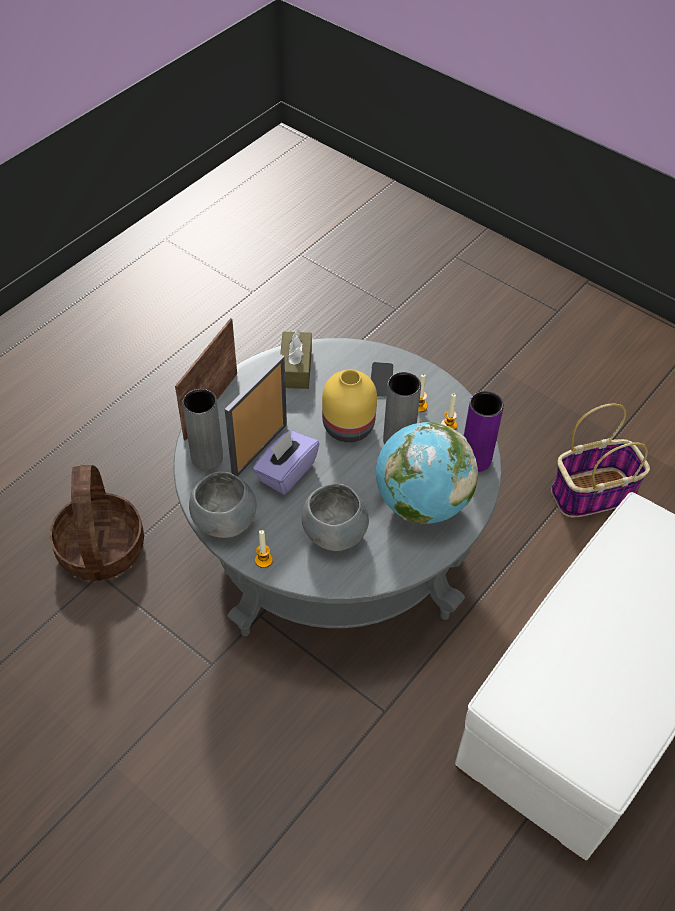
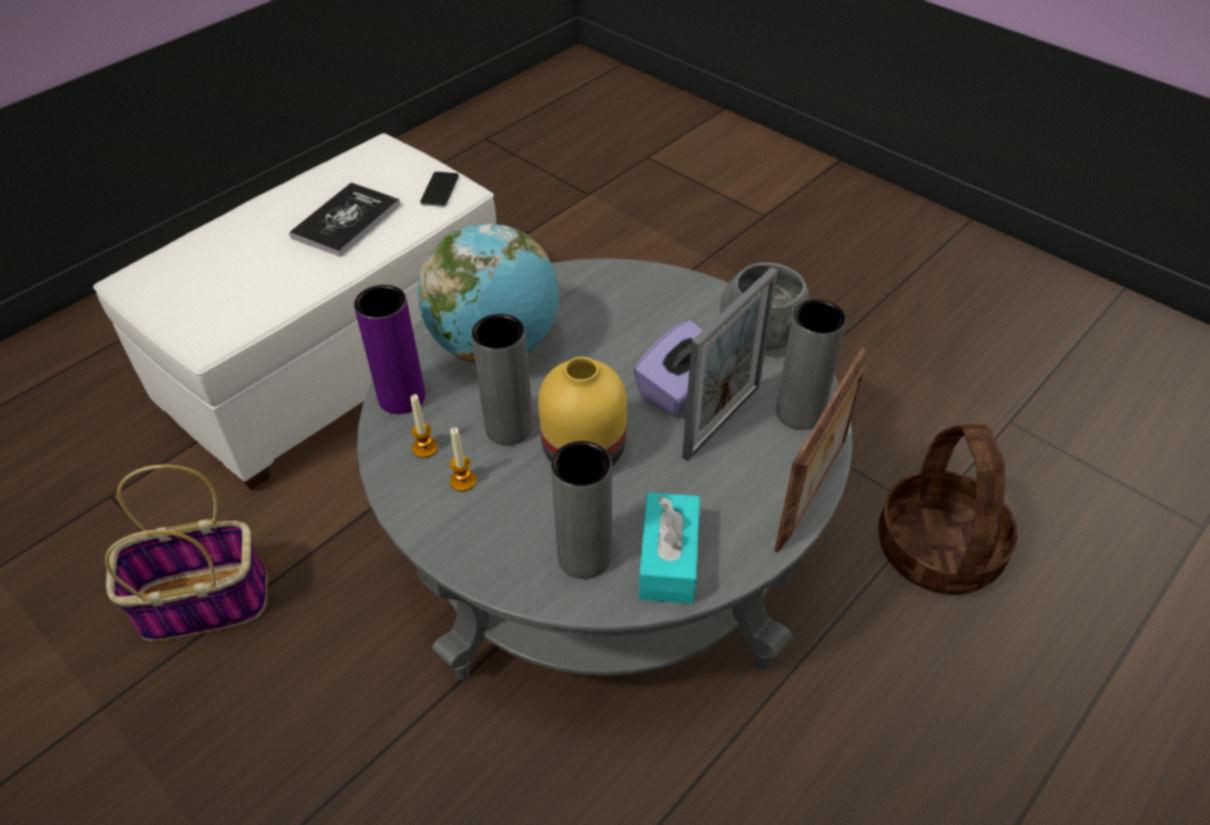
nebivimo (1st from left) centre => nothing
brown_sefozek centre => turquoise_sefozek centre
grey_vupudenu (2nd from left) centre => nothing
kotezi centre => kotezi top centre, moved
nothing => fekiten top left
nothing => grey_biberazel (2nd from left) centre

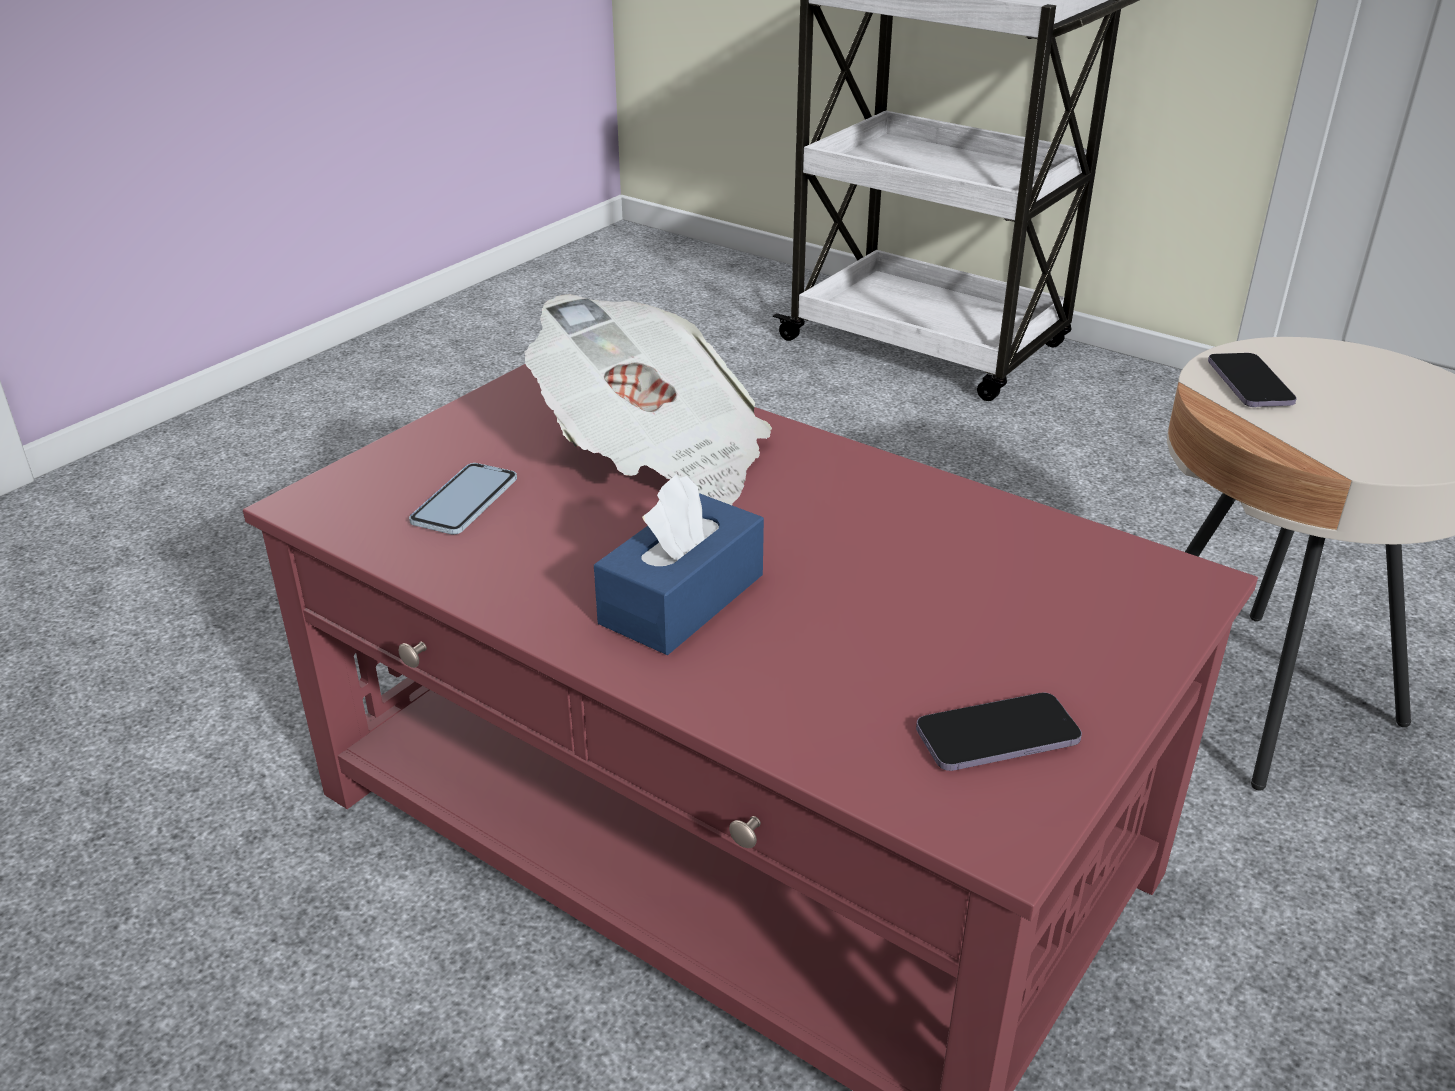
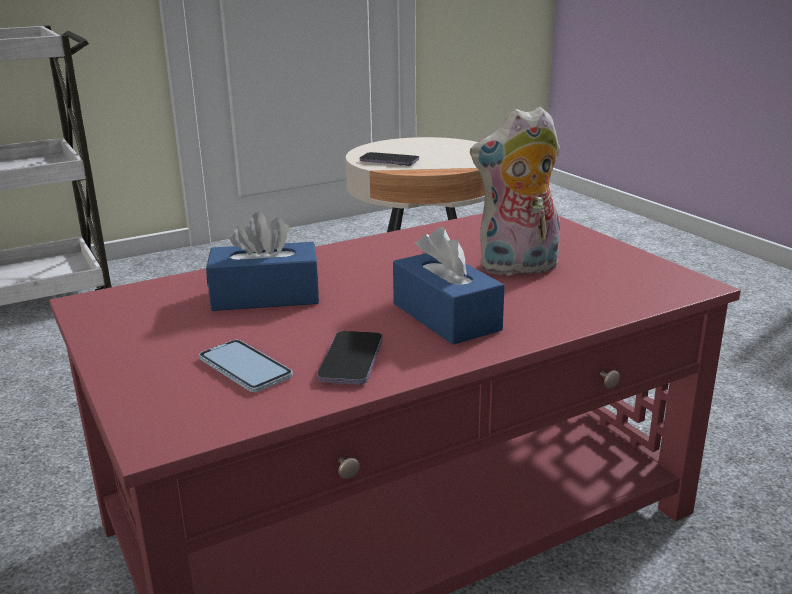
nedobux centre => blue_sefozek (1st from left) middle left
kotezi (2nd from left) bottom right => kotezi (2nd from left) centre, moved
nothing => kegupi top centre

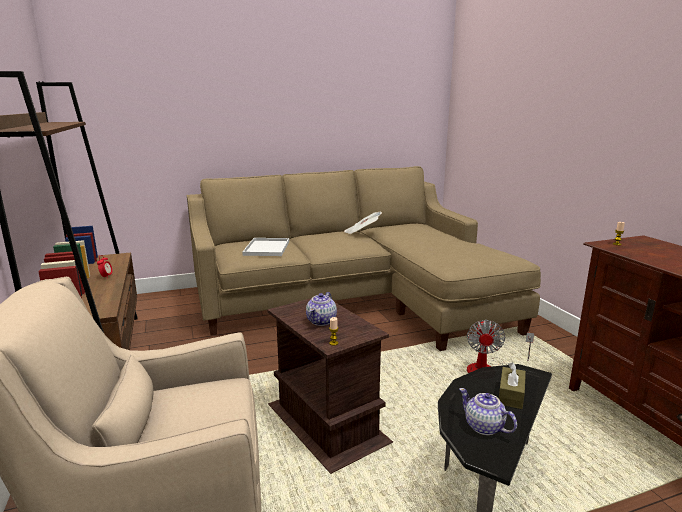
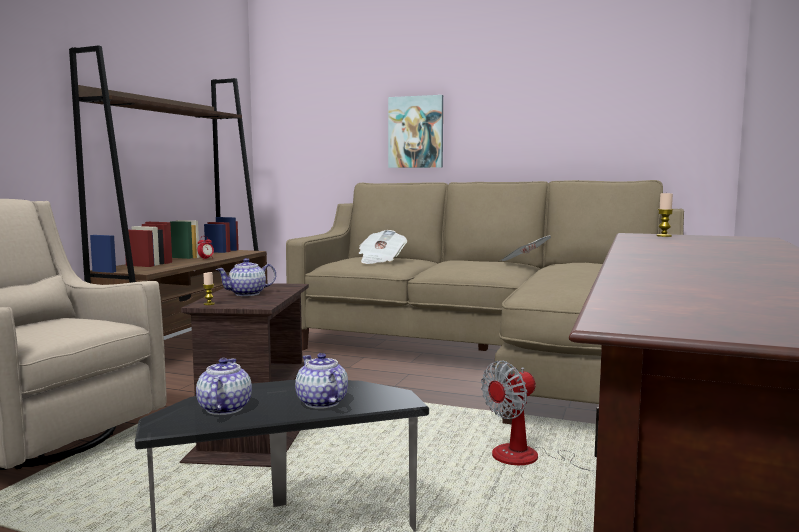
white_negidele centre => nedobux (1st from left) centre
brown_sefozek bottom right => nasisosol (3rd from left) bottom centre
nothing => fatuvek top centre

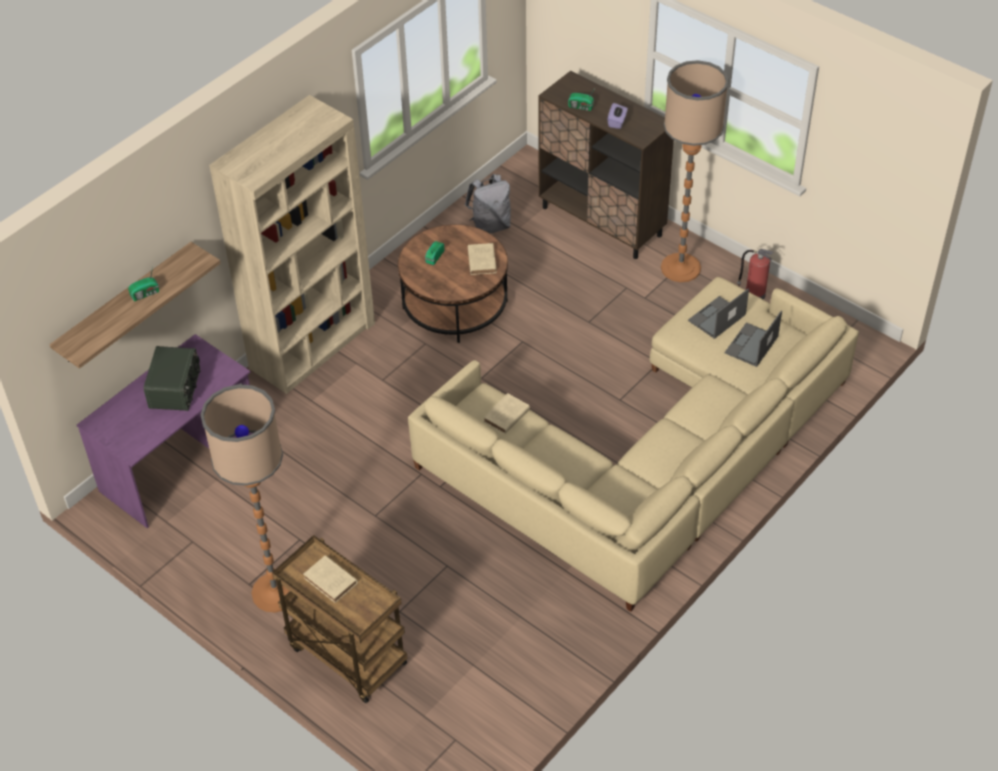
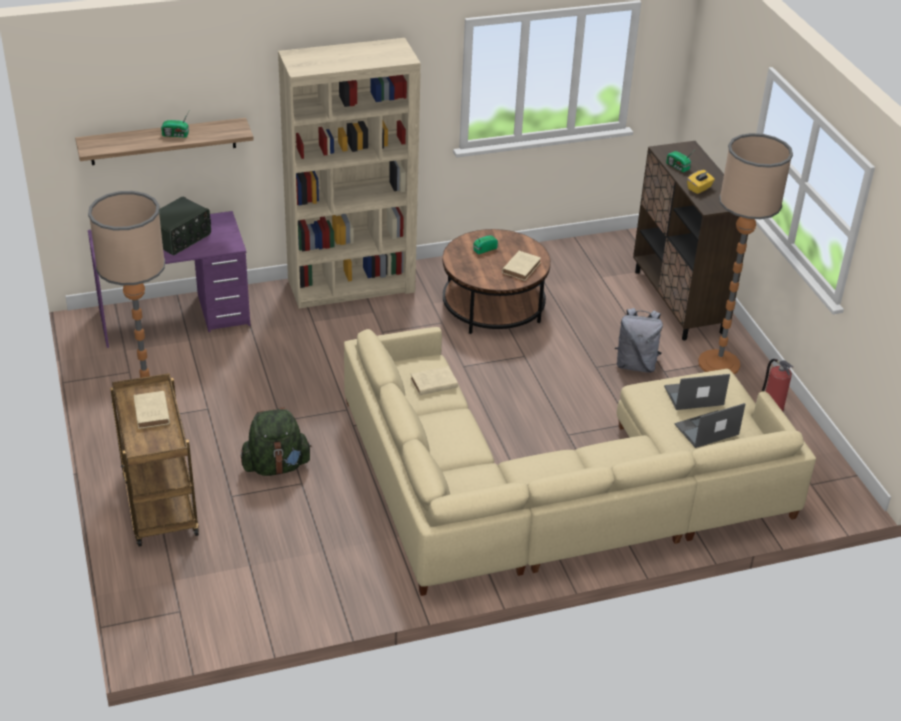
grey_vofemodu top centre => grey_vofemodu middle right, moved
purple_sefozek top centre => yellow_sefozek top right
nothing => green_vofemodu middle left

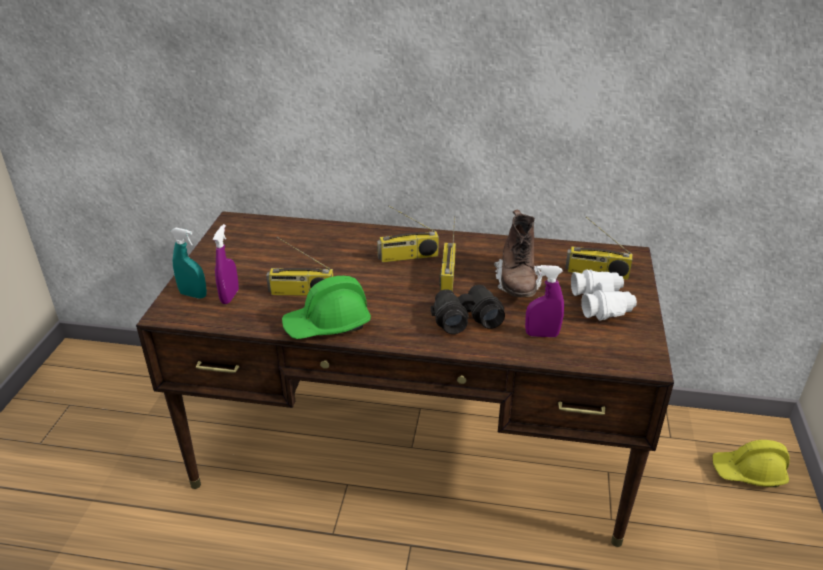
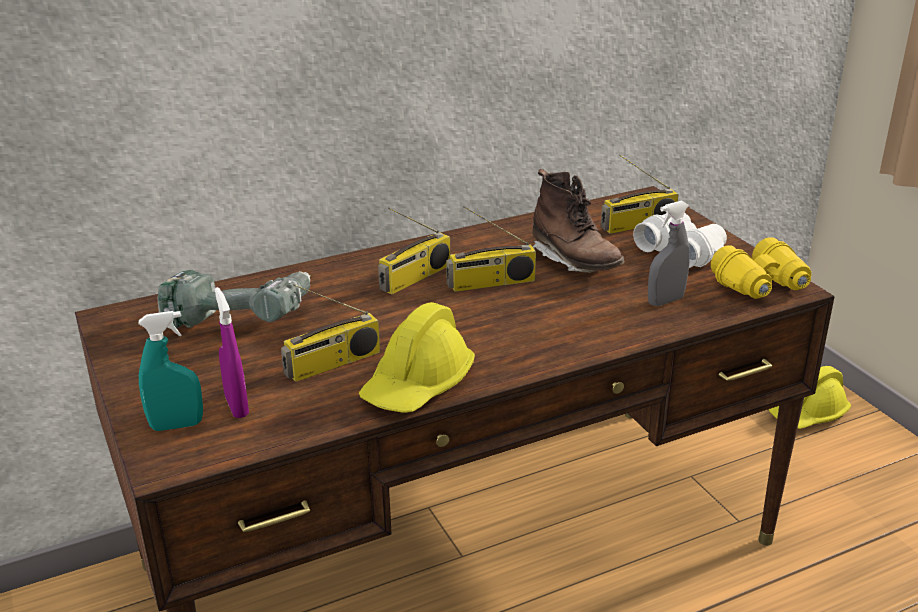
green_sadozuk centre => yellow_sadozuk (1st from left) centre
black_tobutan centre => nothing
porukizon (3rd from left) centre, 75 degrees counterclockwise
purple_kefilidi (2nd from left) centre => grey_kefilidi middle right
nothing => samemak middle left
nothing => yellow_tobutan middle right

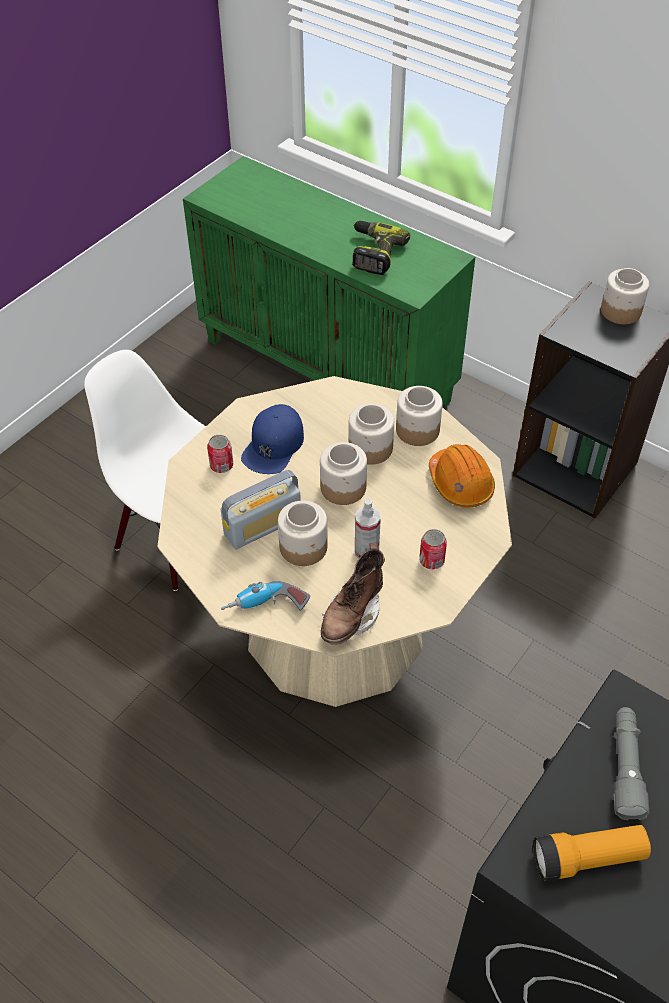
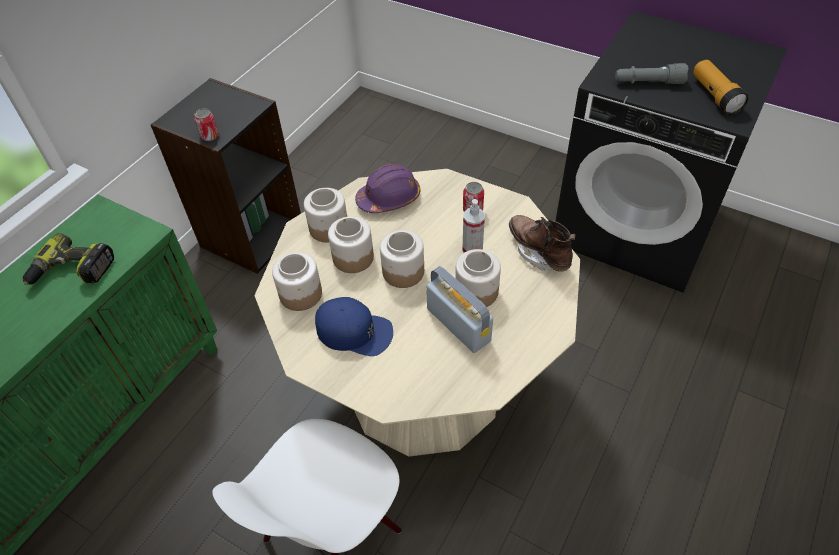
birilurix (1st from left) middle left => birilurix (1st from left) top left, moved
samemak (1st from left) centre => nothing
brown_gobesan centre, 150 degrees counterclockwise
orange_sadozuk middle right => purple_sadozuk centre
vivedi (5th from left in the first image) top right => vivedi (1st from left) centre, moved

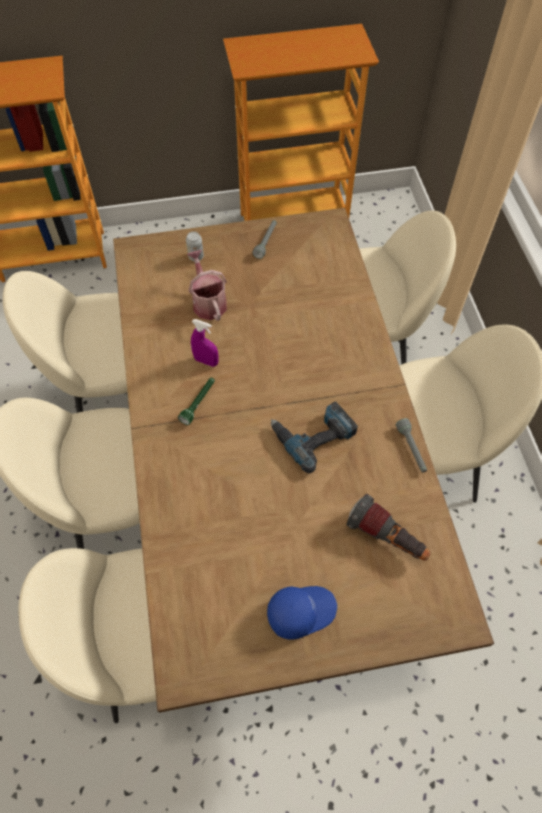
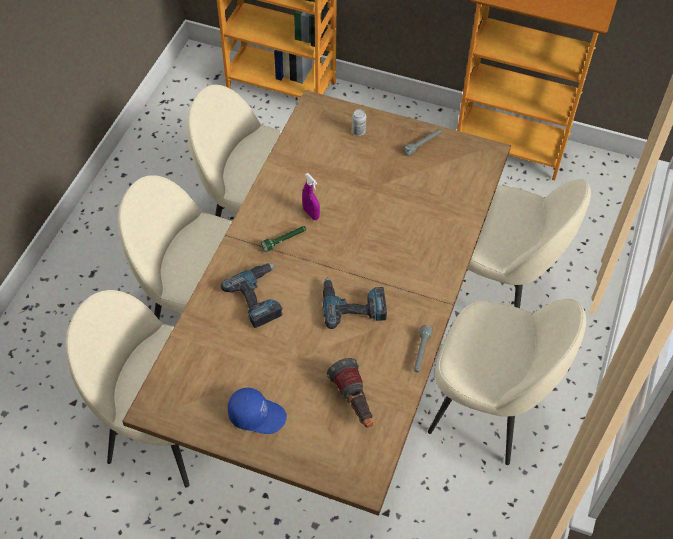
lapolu centre => nothing
nothing => samemak (1st from left) centre

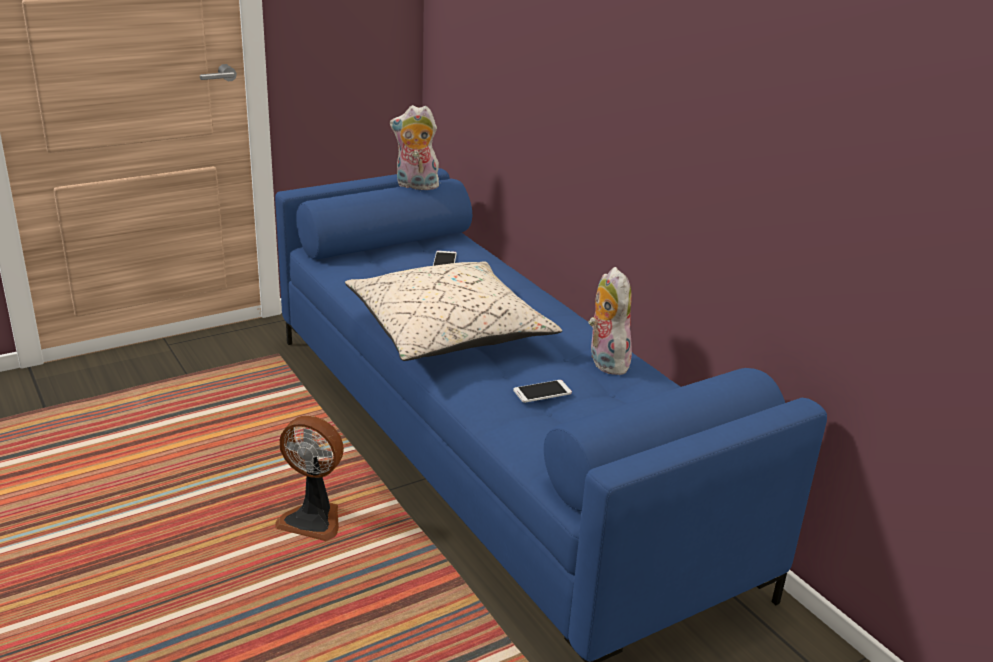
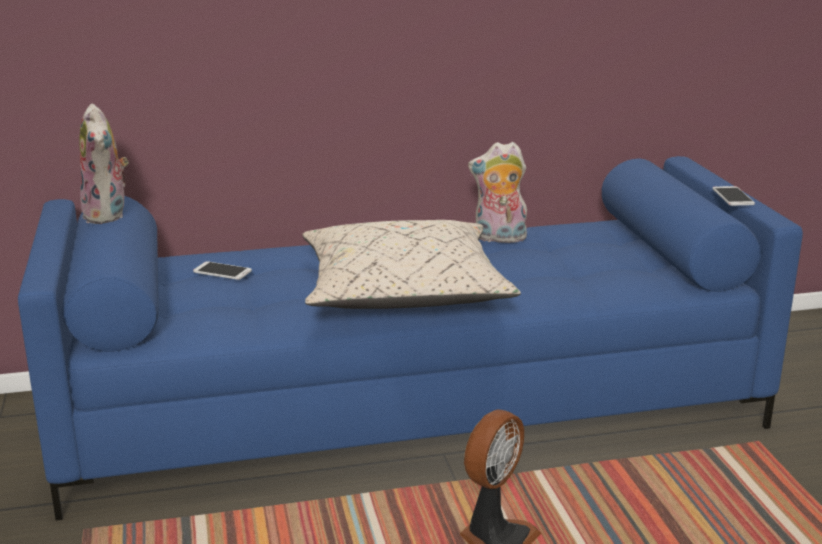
kegupi (1st from left) top centre => kegupi (1st from left) top left, 45 degrees counterclockwise
kotezi (2nd from left) centre => kotezi (2nd from left) middle right, moved

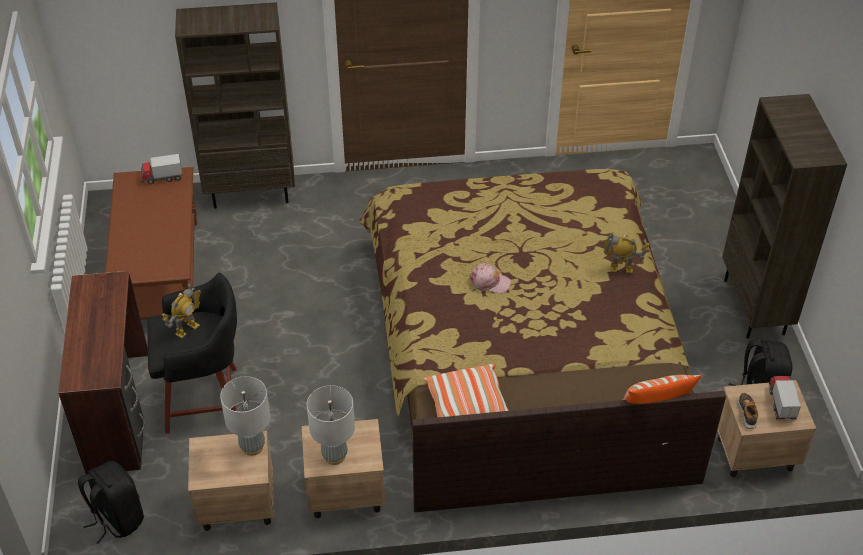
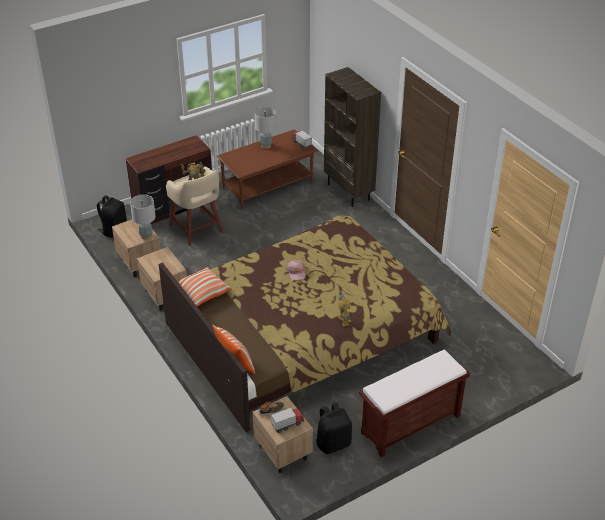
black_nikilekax middle left => beige_nikilekax middle left
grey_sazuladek (2nd from left) bottom centre => grey_sazuladek (2nd from left) top centre, moved
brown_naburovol (2nd from left) middle right => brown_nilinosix bottom right

